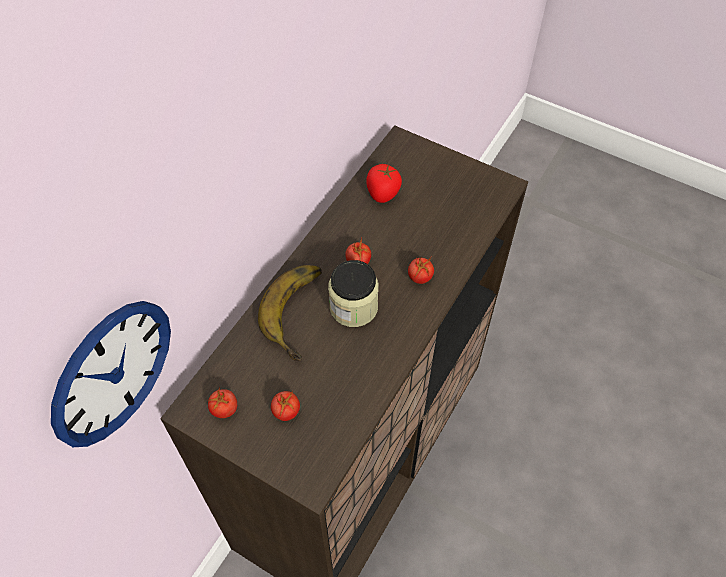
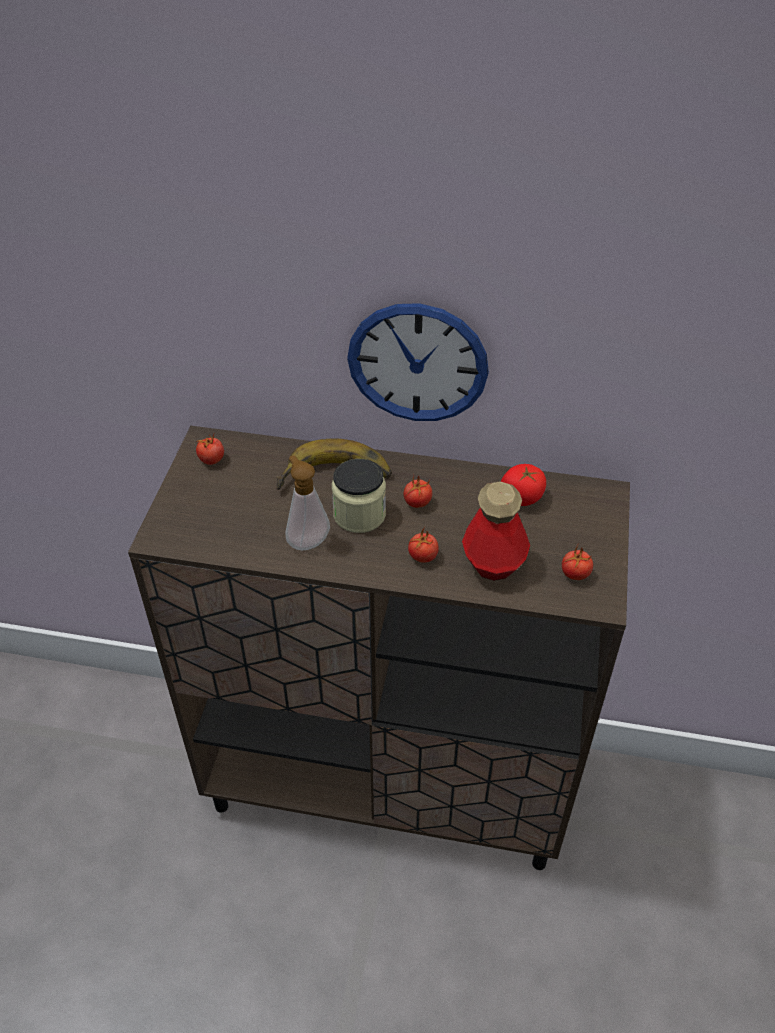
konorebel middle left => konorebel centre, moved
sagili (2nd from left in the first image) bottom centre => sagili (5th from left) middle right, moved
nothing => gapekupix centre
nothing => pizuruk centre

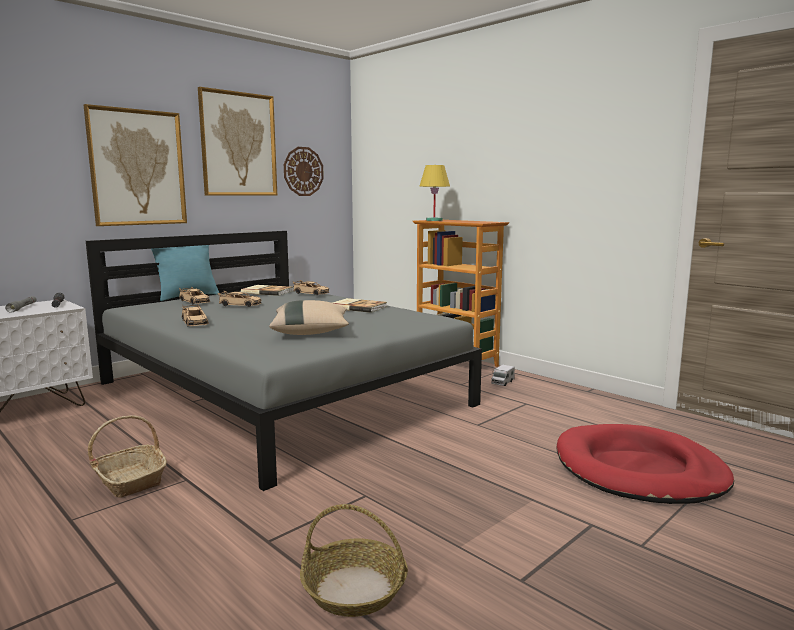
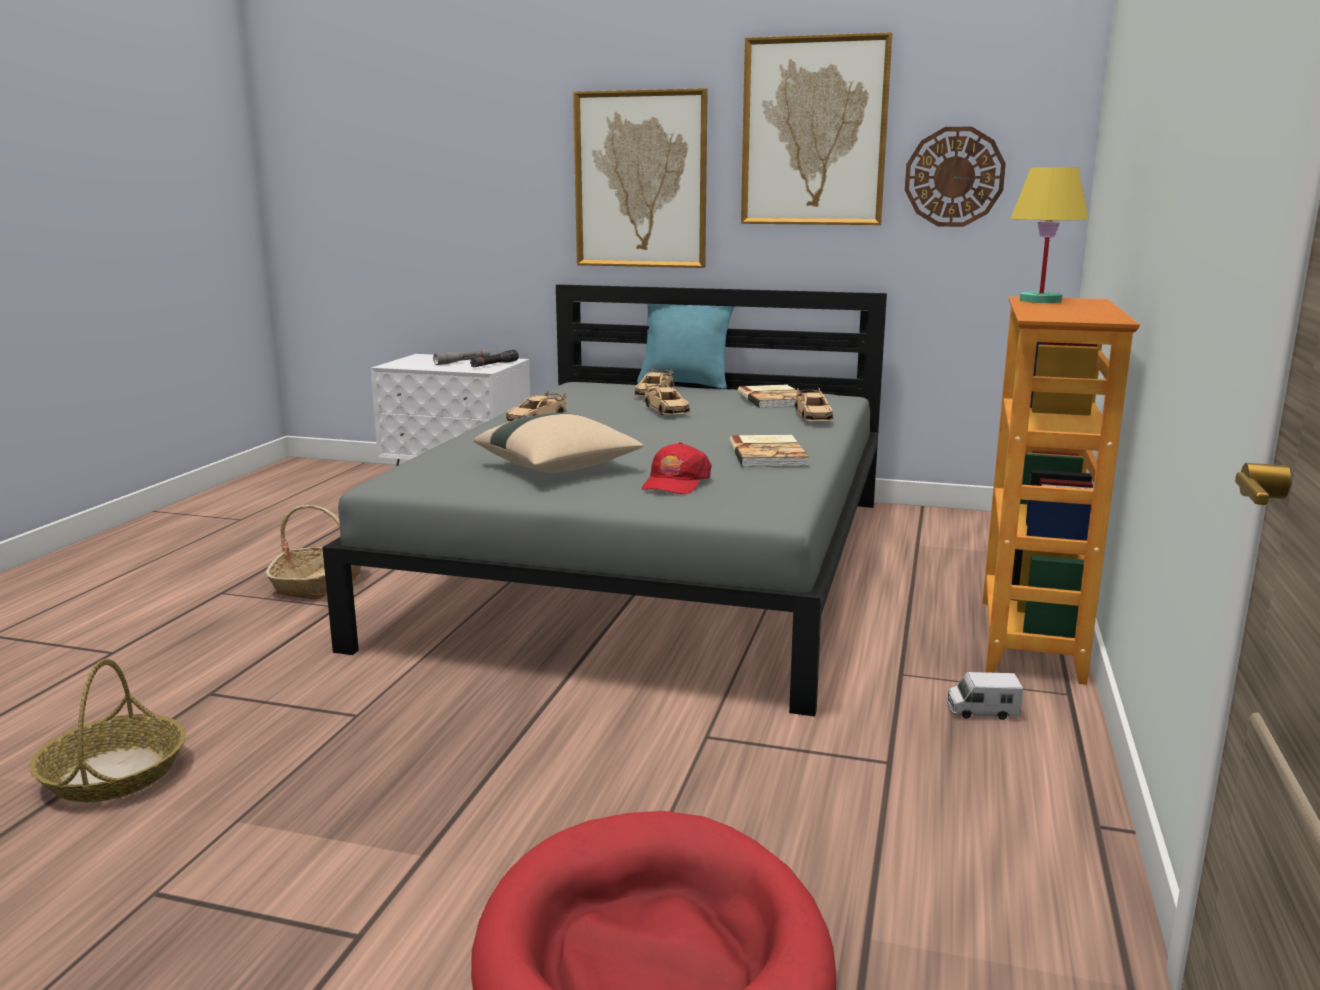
nothing => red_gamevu centre

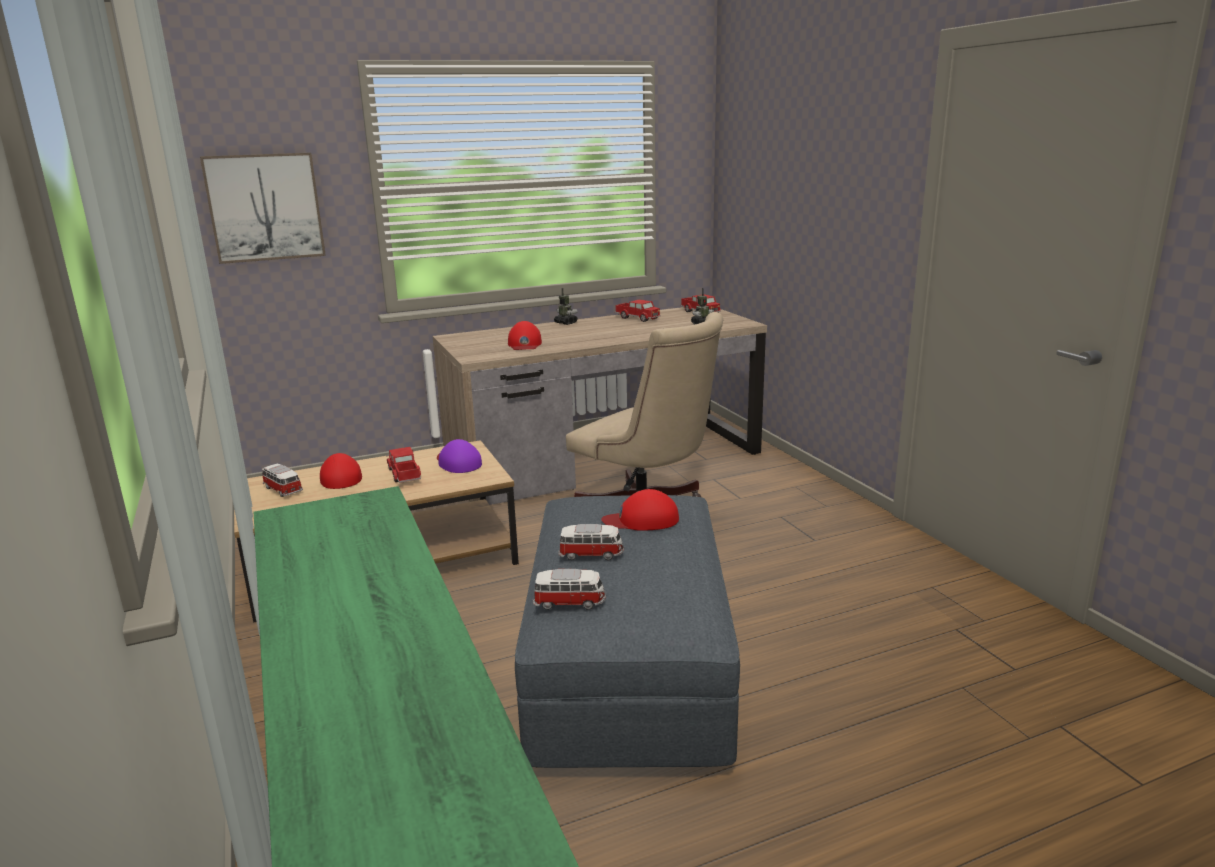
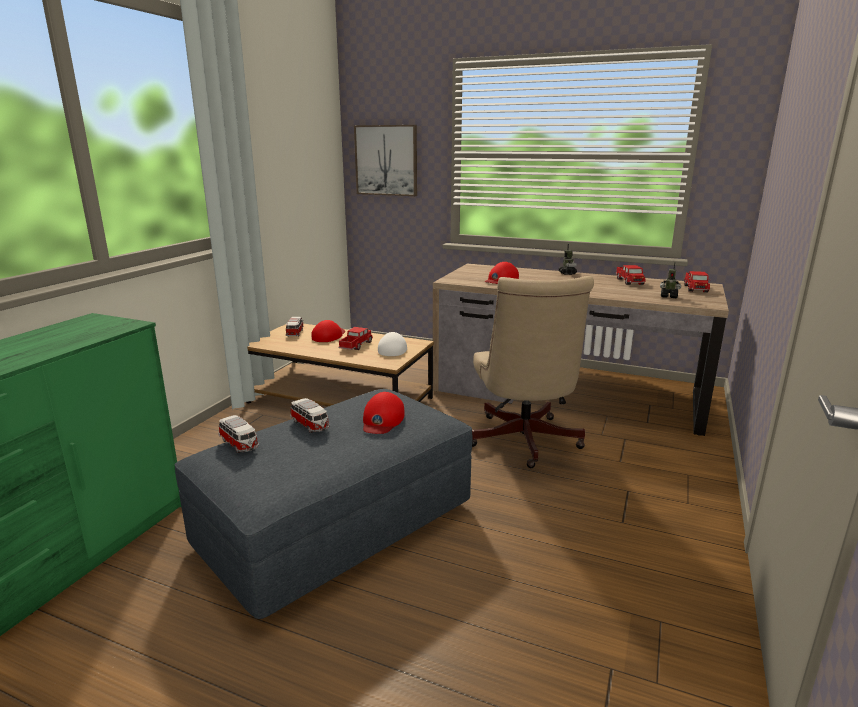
purple_gamevu centre => white_gamevu centre
red_gamevu (3rd from left in the first image) centre => red_gamevu (2nd from left) centre, 120 degrees counterclockwise

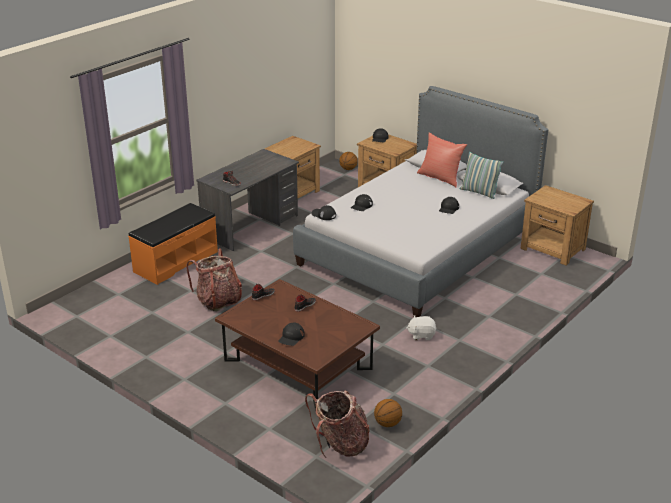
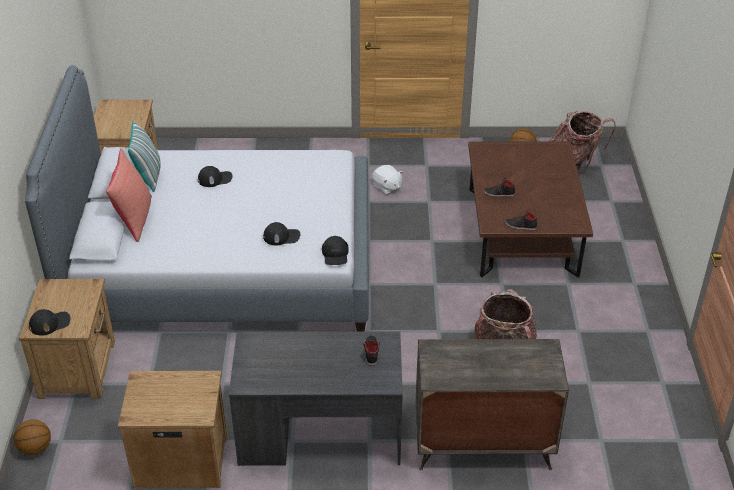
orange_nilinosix middle left => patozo bottom right
black_gamevu (1st from left) centre => nothing

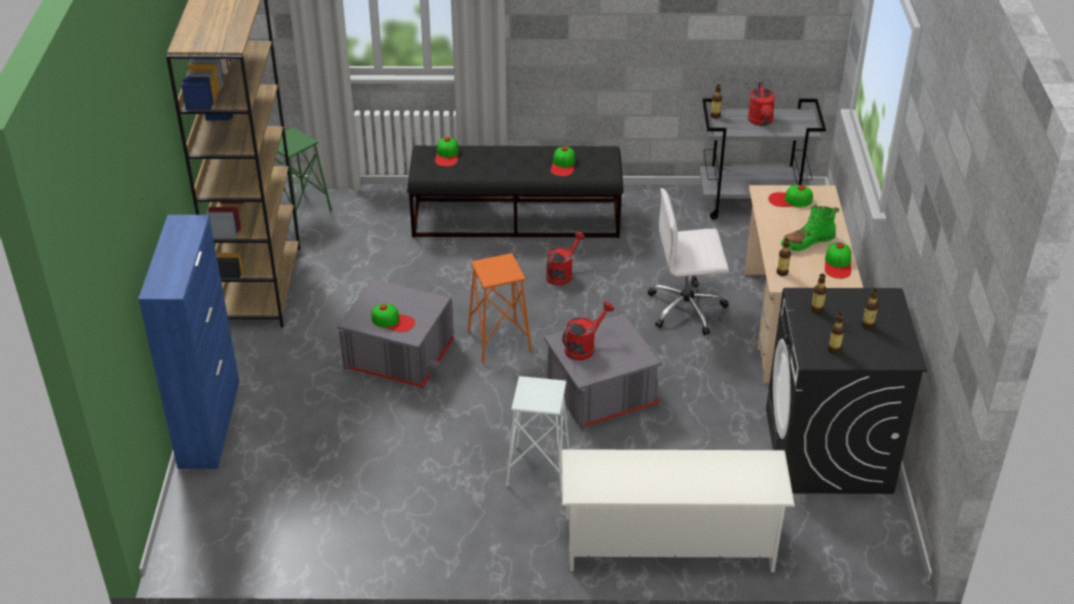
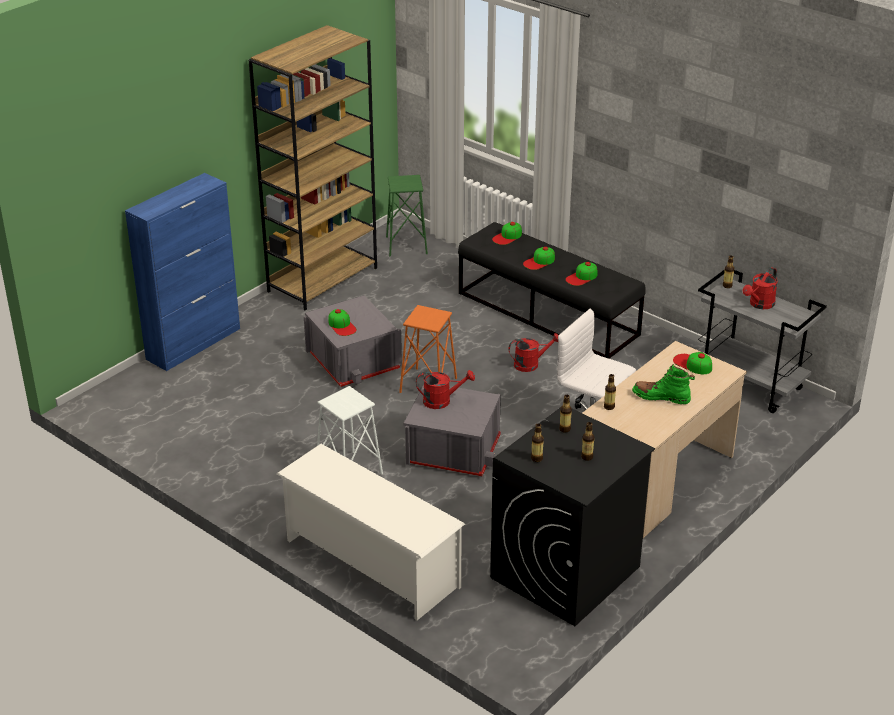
gamevu (5th from left in the first image) middle right => gamevu (3rd from left) centre, moved

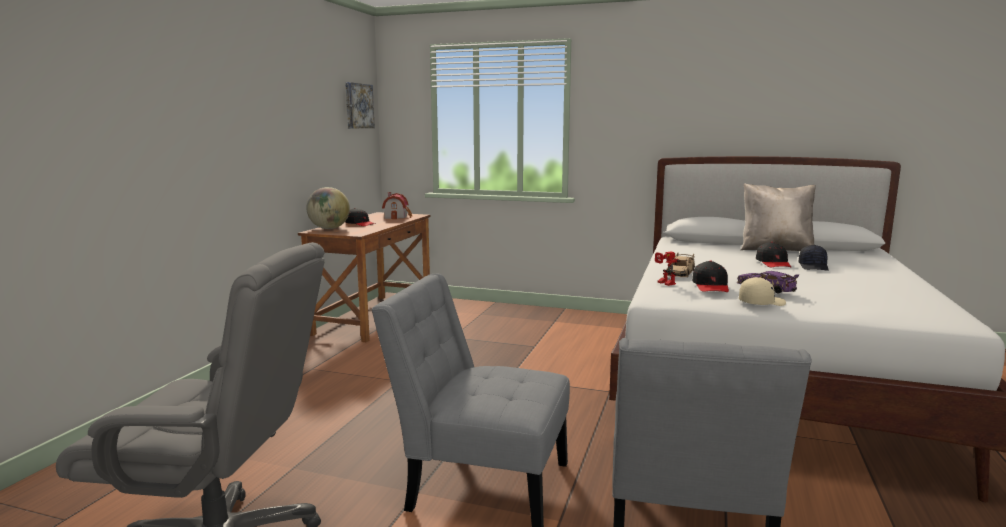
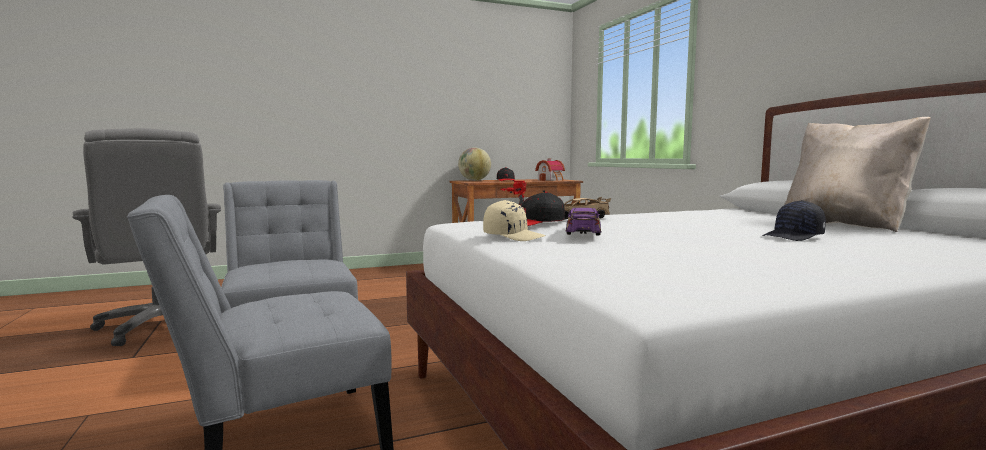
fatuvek top centre => nothing
black_gamevu (3rd from left) middle right => nothing

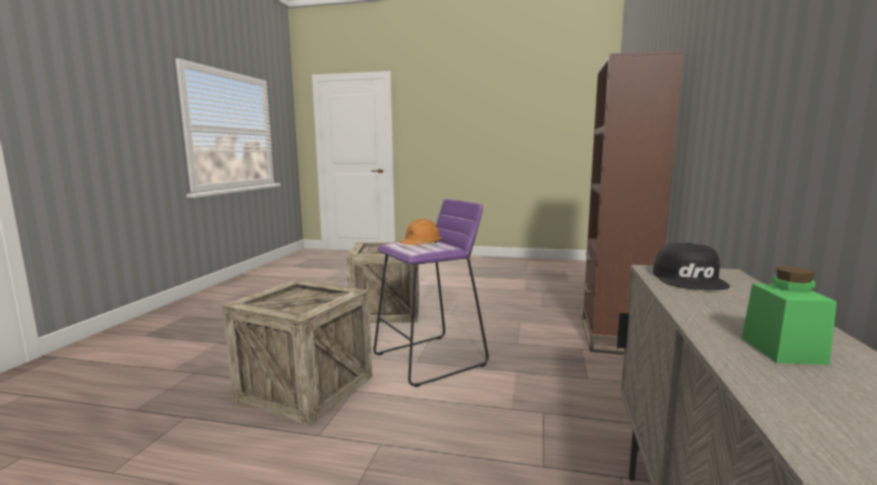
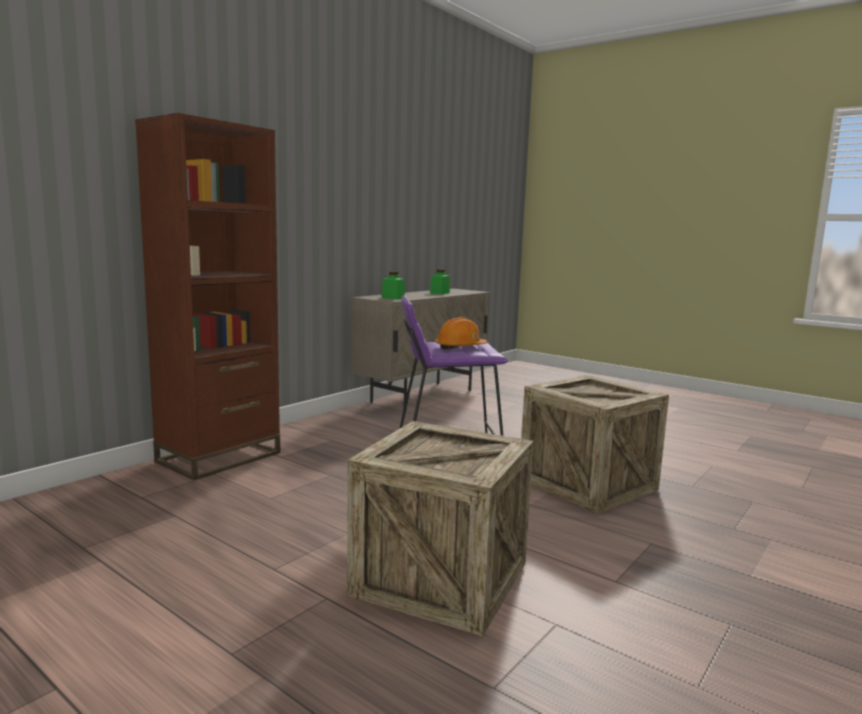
black_gamevu middle right => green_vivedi (1st from left) centre

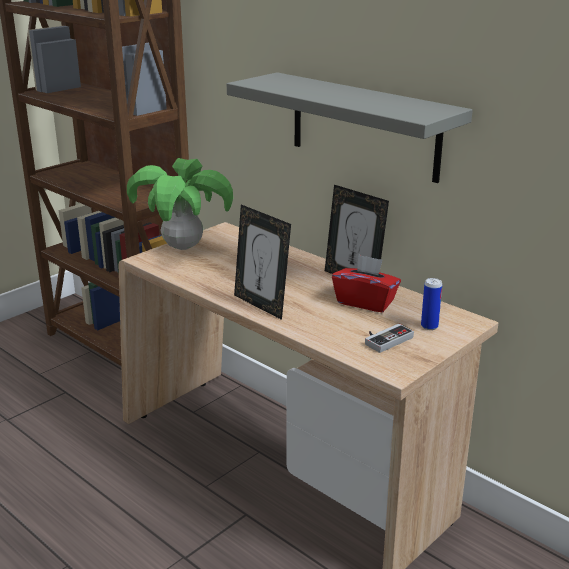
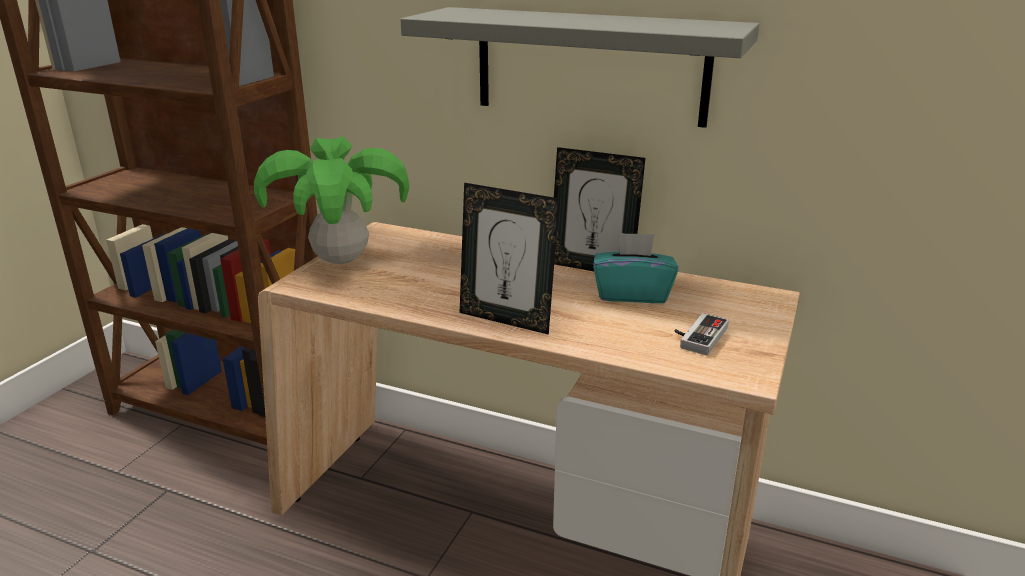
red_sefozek centre => turquoise_sefozek centre
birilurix middle right => nothing

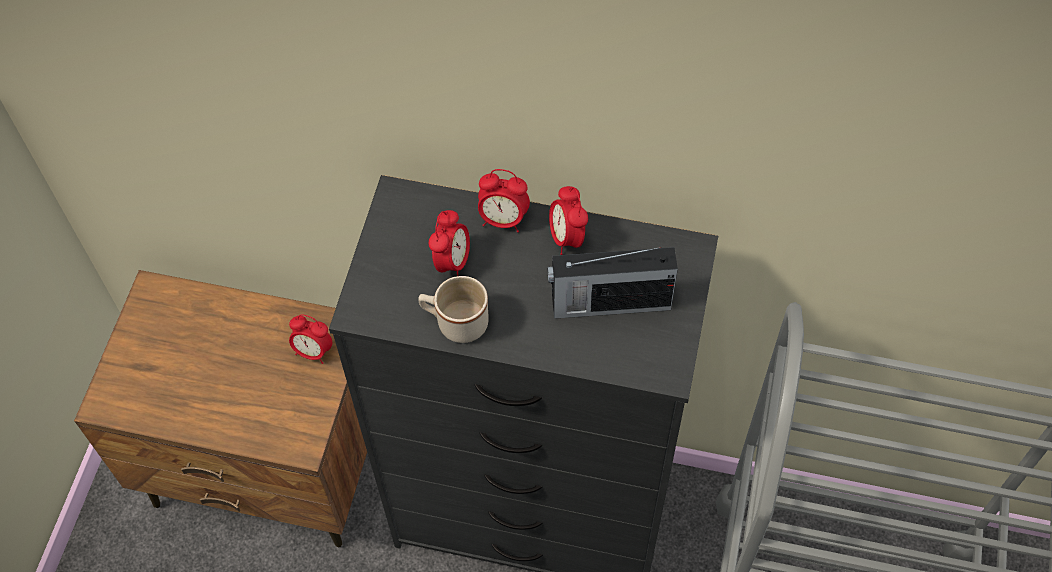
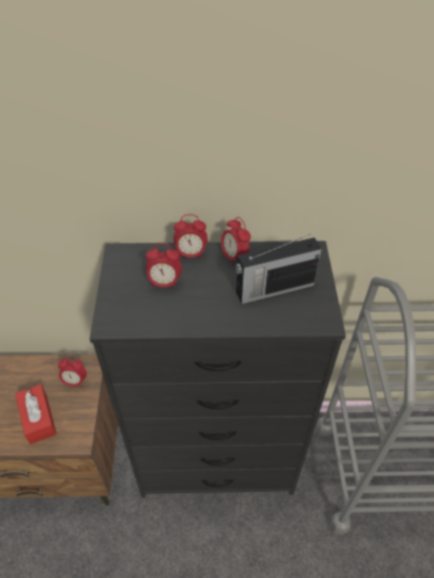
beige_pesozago centre => nothing
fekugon (2nd from left) centre, 90 degrees clockwise
nothing => red_sefozek bottom left

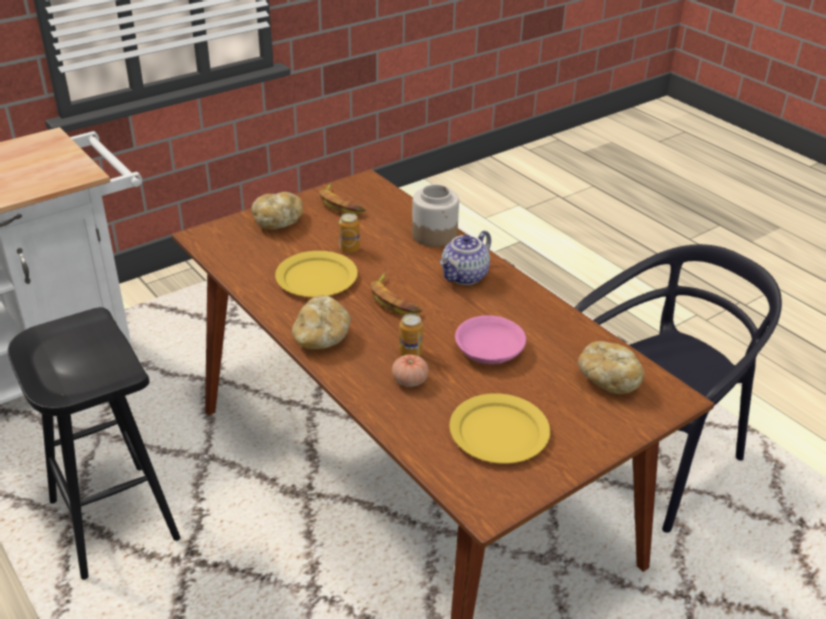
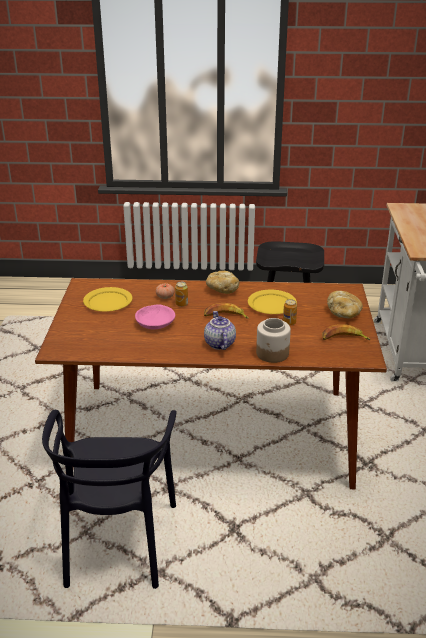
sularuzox (3rd from left) middle right => nothing

